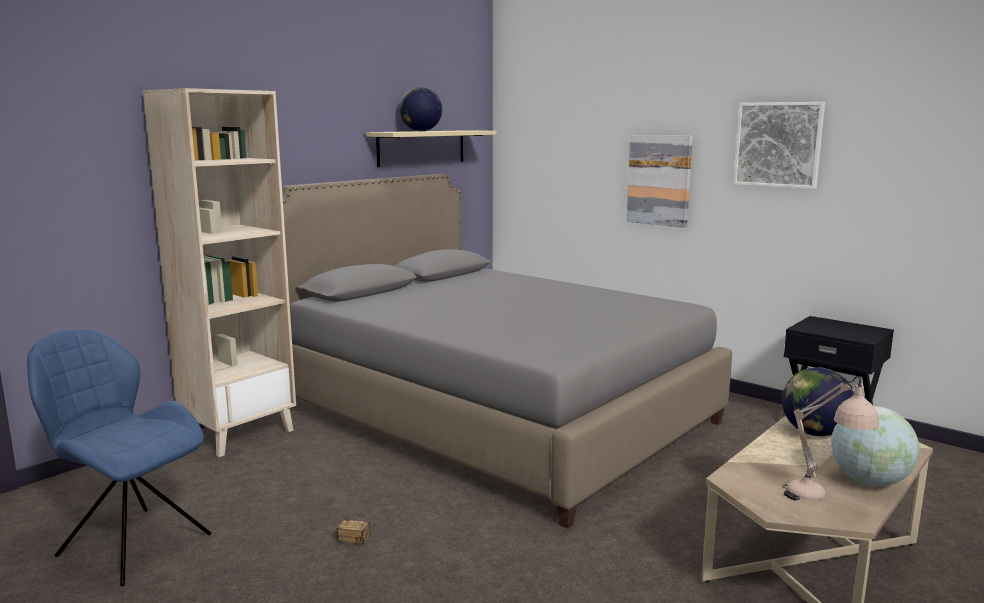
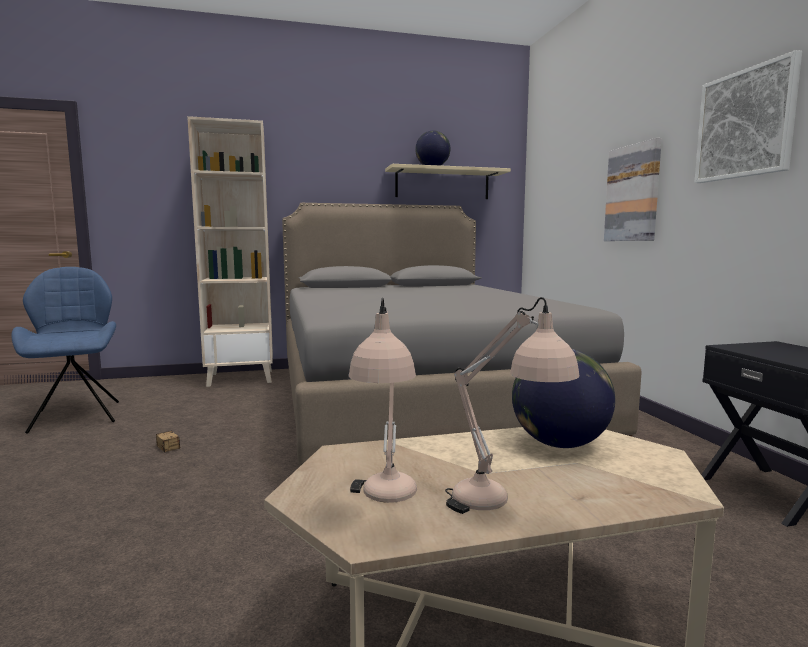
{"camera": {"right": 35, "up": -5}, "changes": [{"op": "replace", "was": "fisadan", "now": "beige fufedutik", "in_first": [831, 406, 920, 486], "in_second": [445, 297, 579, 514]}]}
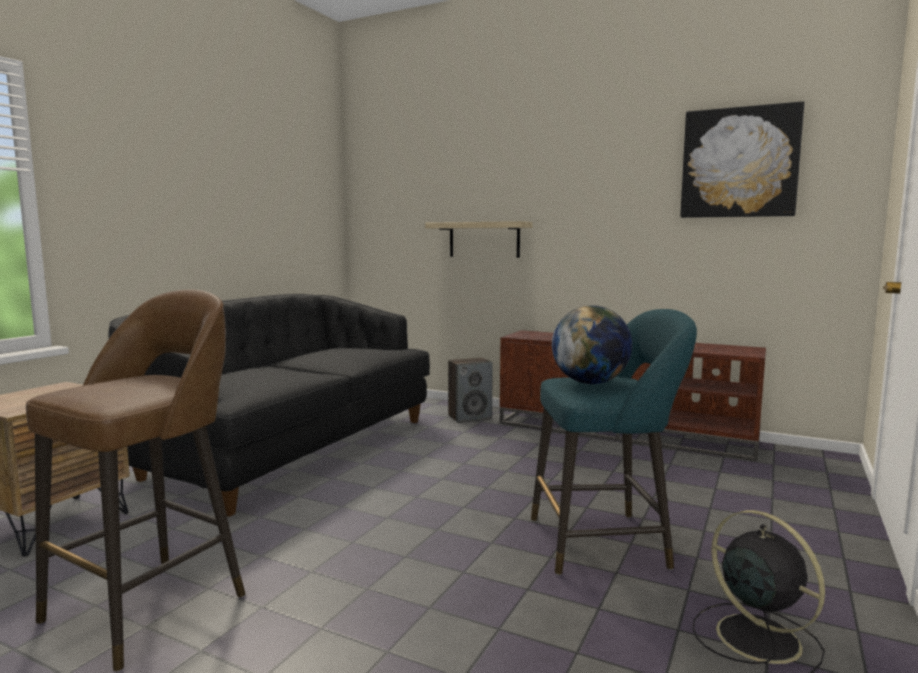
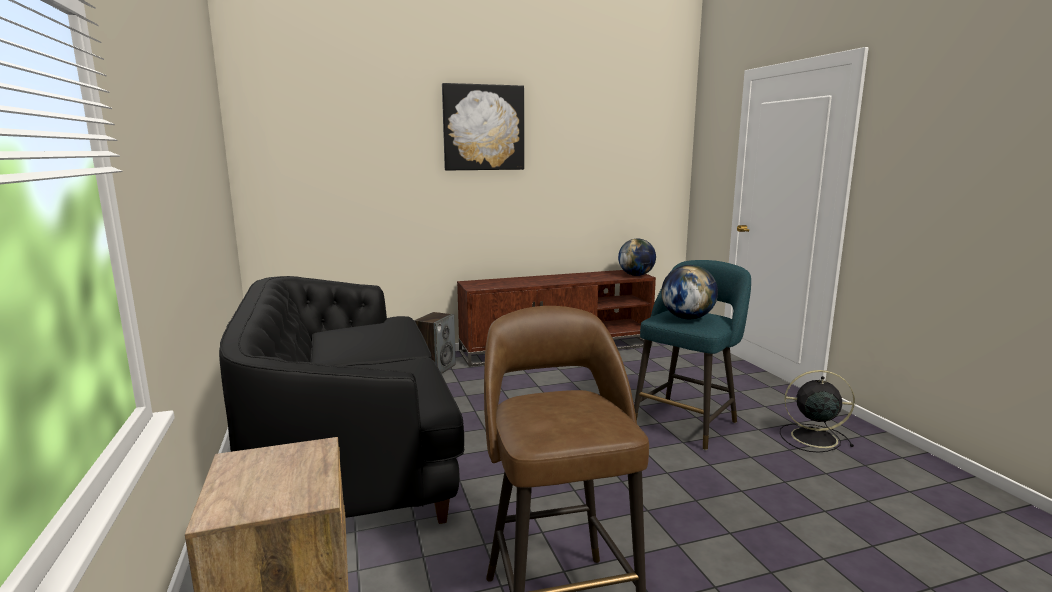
{"camera": {"right": -45, "up": 5}, "changes": [{"op": "move", "was": "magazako", "in_first": [680, 101, 804, 218], "in_second": [442, 83, 524, 170]}, {"op": "insert", "now": "fisadan", "in_second": [618, 239, 656, 276]}, {"op": "delete", "was": "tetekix", "in_first": [425, 221, 533, 258]}]}
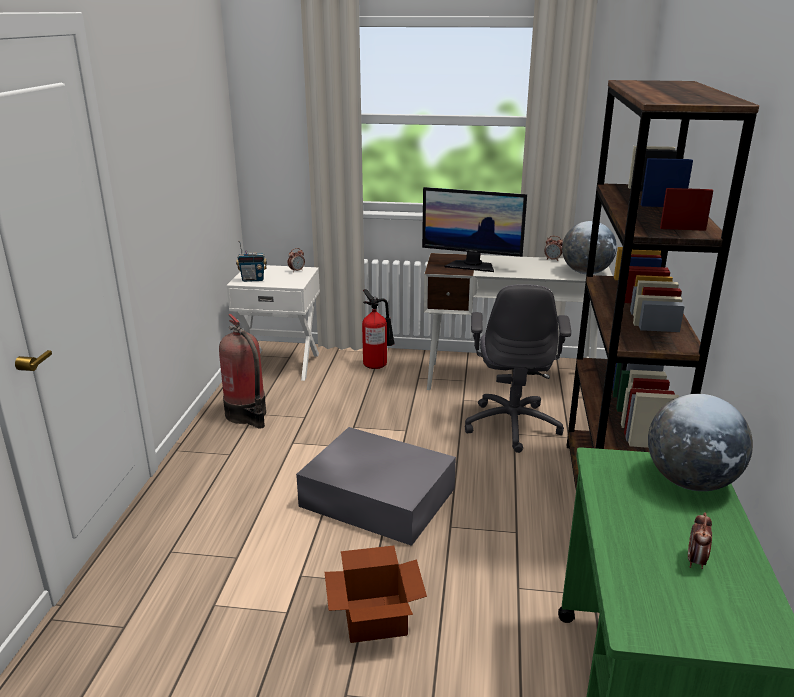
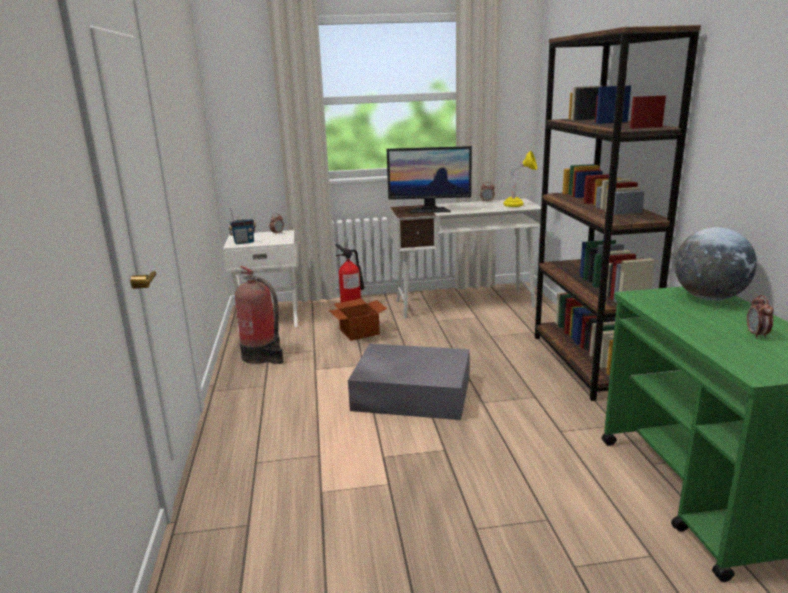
{"camera": {"right": -15, "up": -5}, "changes": [{"op": "move", "was": "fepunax", "in_first": [325, 545, 427, 643], "in_second": [329, 299, 388, 341]}, {"op": "replace", "was": "fisadan", "now": "yellow fufedutik", "in_first": [562, 221, 617, 274], "in_second": [503, 151, 537, 207]}, {"op": "delete", "was": "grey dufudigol", "in_first": [465, 284, 571, 453]}]}
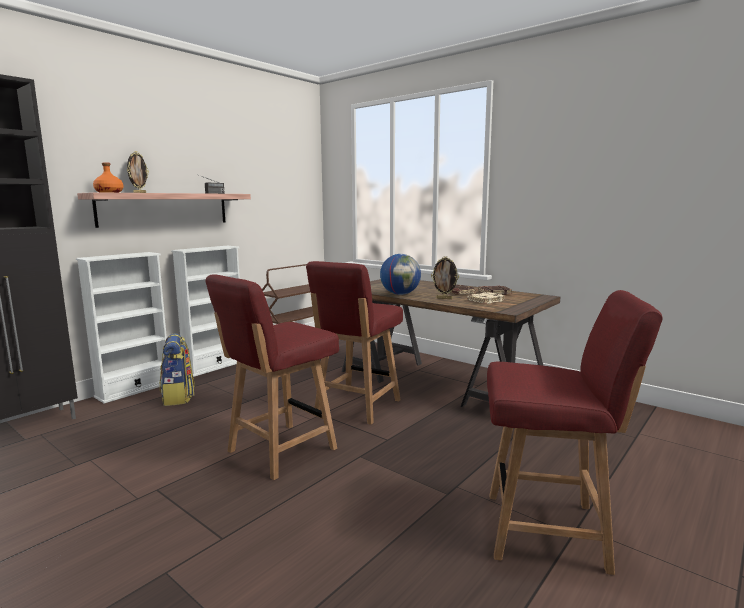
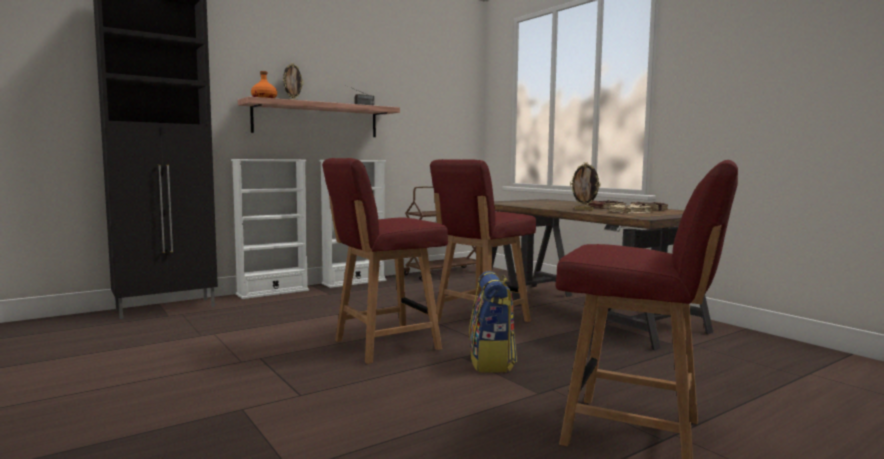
{"camera": {"right": 15, "up": -5}, "changes": [{"op": "move", "was": "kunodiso", "in_first": [160, 333, 195, 406], "in_second": [469, 271, 517, 372]}, {"op": "delete", "was": "fisadan", "in_first": [380, 254, 421, 295]}]}
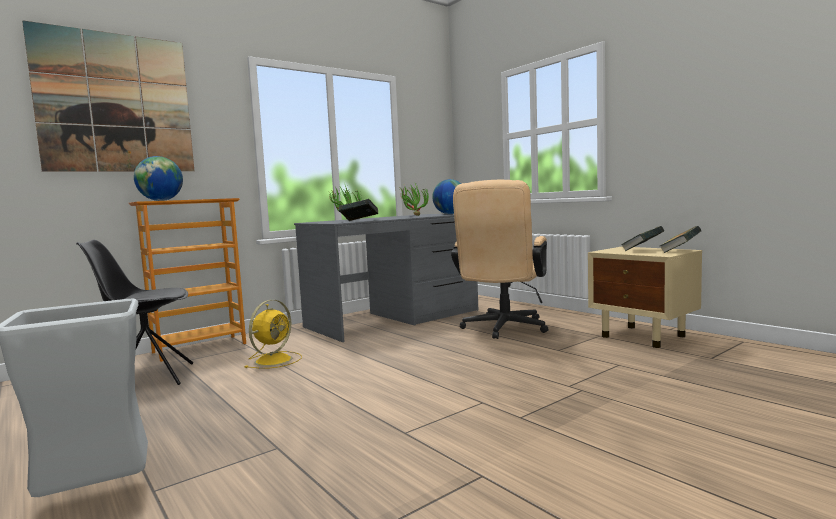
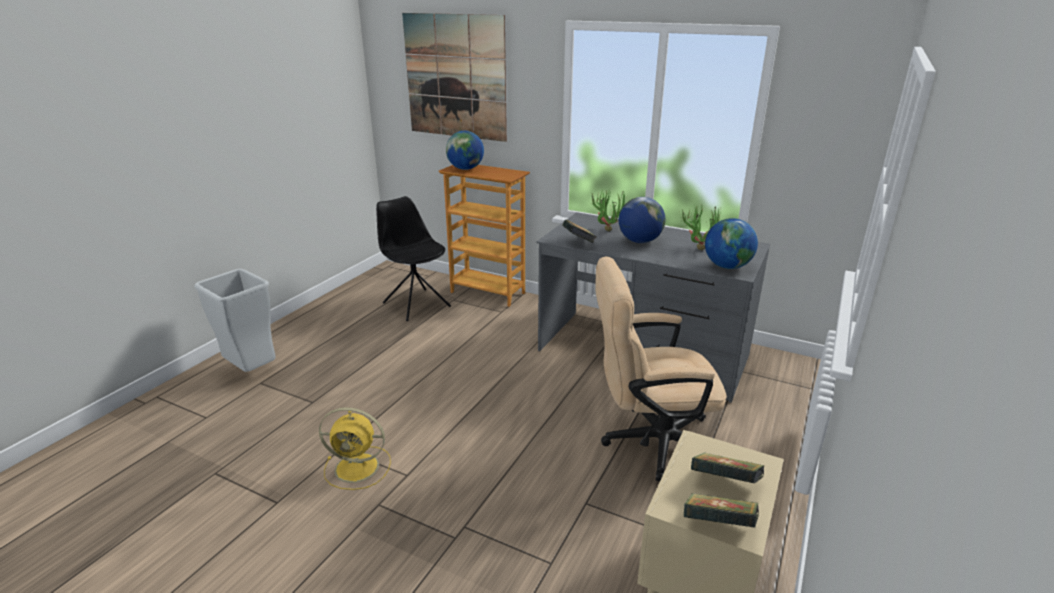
{"camera": {"right": 65, "up": 20}, "changes": [{"op": "move", "was": "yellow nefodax", "in_first": [245, 300, 302, 369], "in_second": [319, 407, 391, 490]}, {"op": "insert", "now": "fisadan", "in_second": [619, 197, 665, 243]}]}
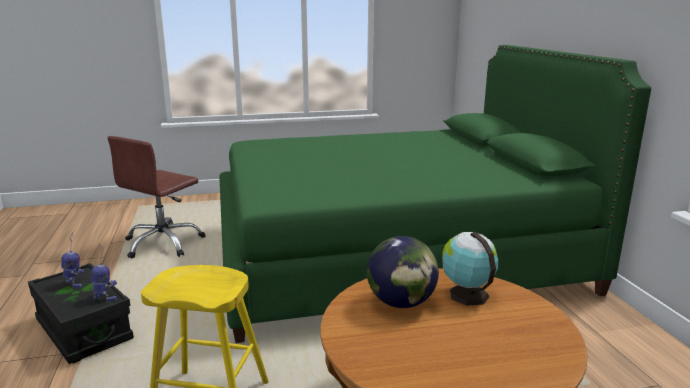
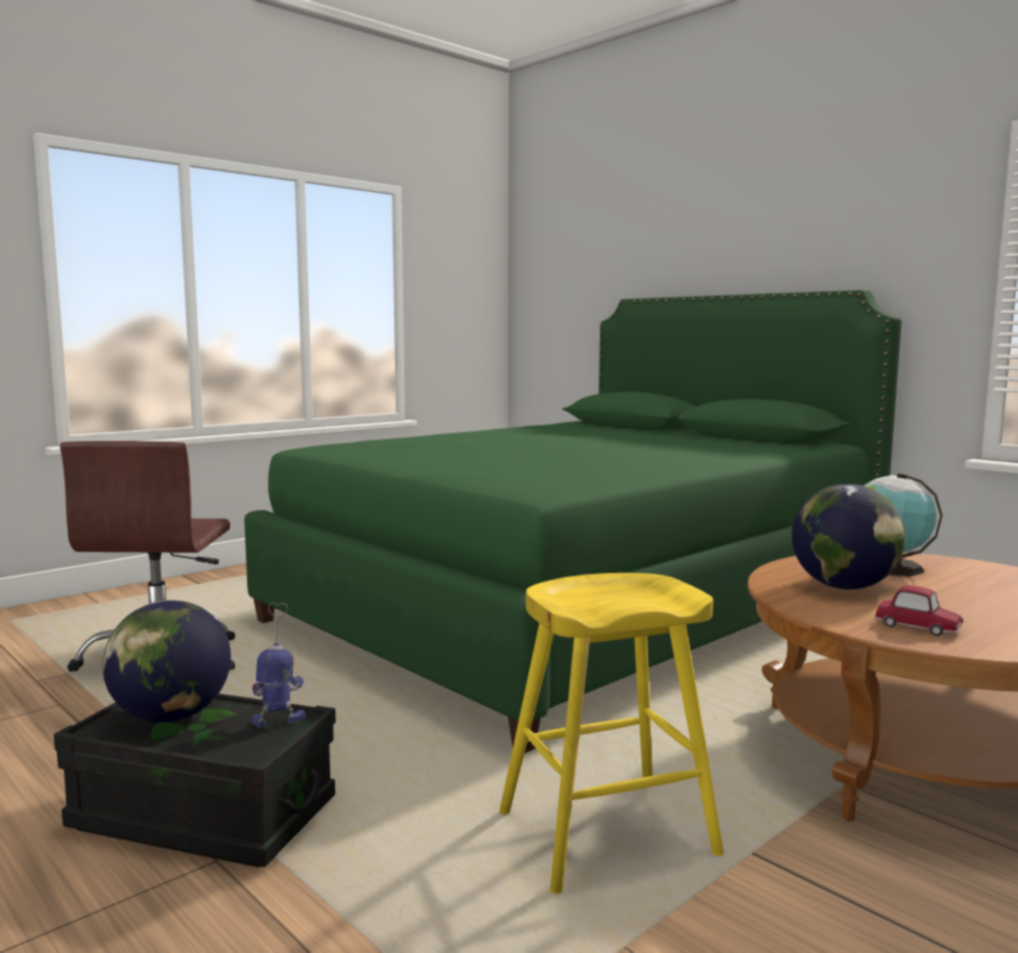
{"camera": {"right": -30, "up": -10}, "changes": [{"op": "replace", "was": "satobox", "now": "fisadan", "in_first": [61, 233, 84, 288], "in_second": [102, 600, 231, 723]}, {"op": "insert", "now": "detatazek", "in_second": [874, 585, 963, 636]}]}
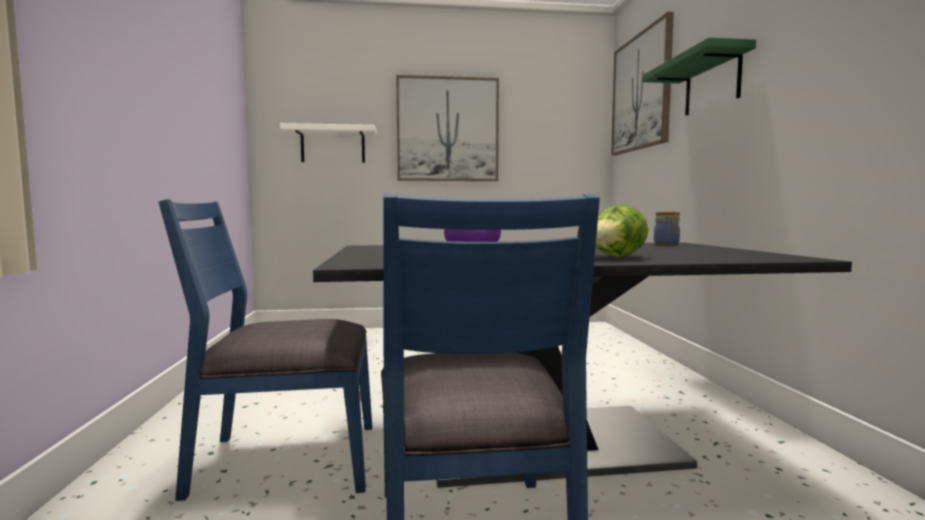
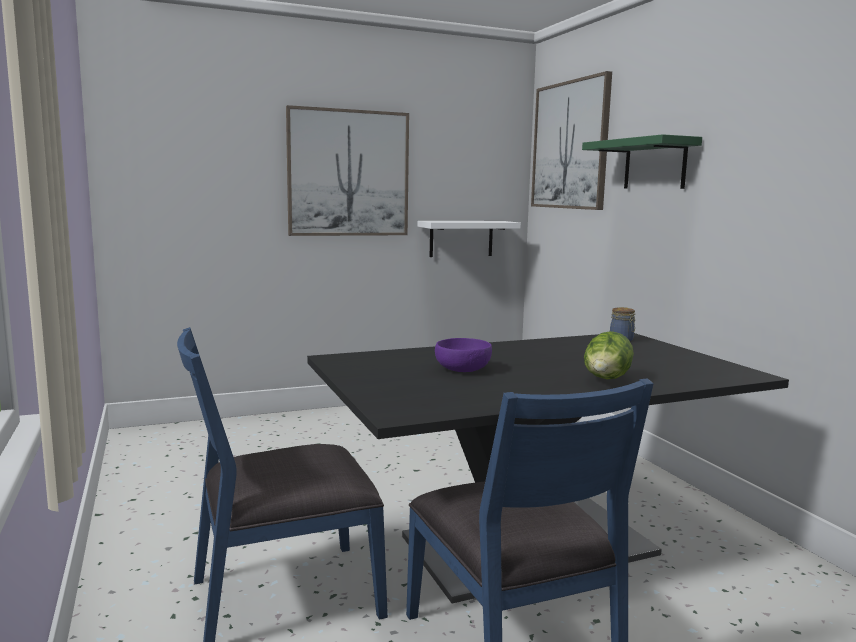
{"camera": {"right": -15, "up": 5}, "changes": [{"op": "move", "was": "white tetekix", "in_first": [280, 123, 377, 163], "in_second": [418, 221, 521, 257]}]}
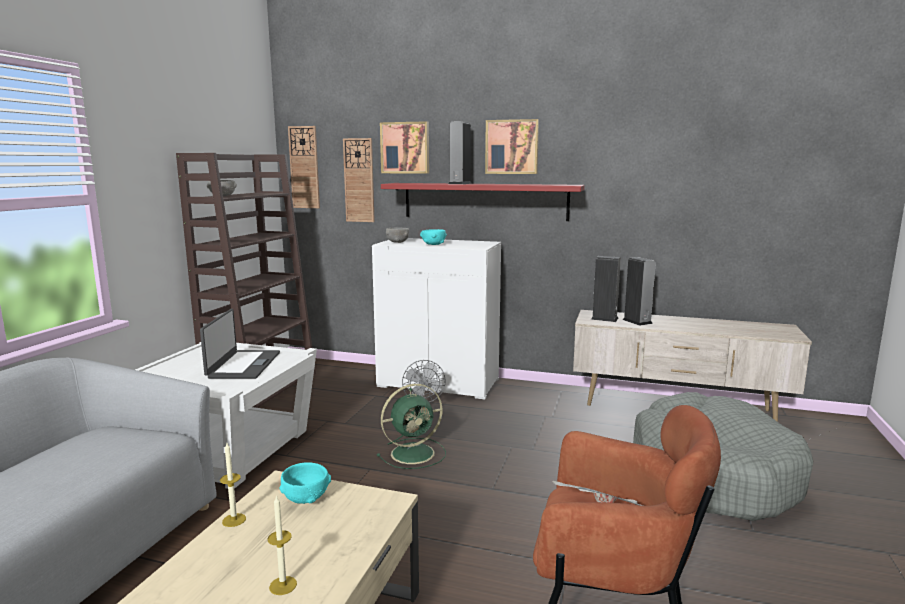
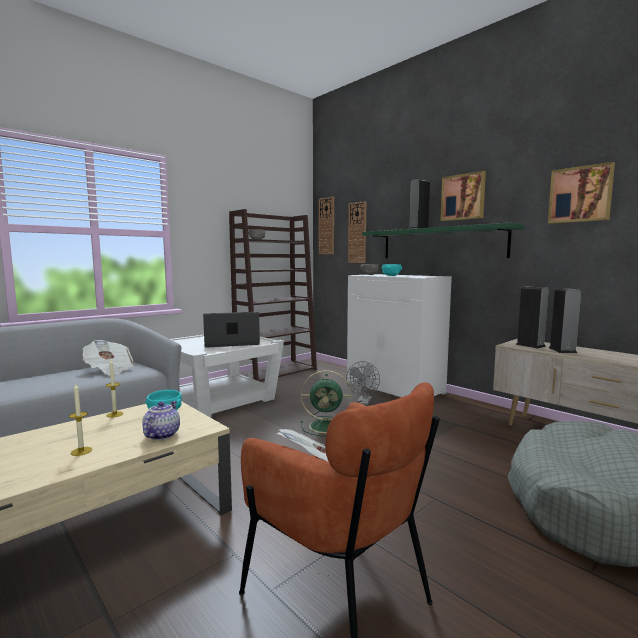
{"camera": {"right": 30, "up": -5}, "changes": [{"op": "insert", "now": "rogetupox", "in_second": [83, 340, 134, 375]}, {"op": "insert", "now": "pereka", "in_second": [142, 401, 180, 440]}, {"op": "rotate", "was": "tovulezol", "in_first": [200, 308, 280, 379], "in_second": [203, 312, 260, 348], "clockwise": -135}, {"op": "recolor", "was": "red tetekix", "now": "green tetekix", "in_first": [381, 183, 585, 221], "in_second": [362, 223, 524, 258]}, {"op": "move", "was": "magazako", "in_first": [380, 121, 429, 174], "in_second": [548, 162, 615, 224]}]}
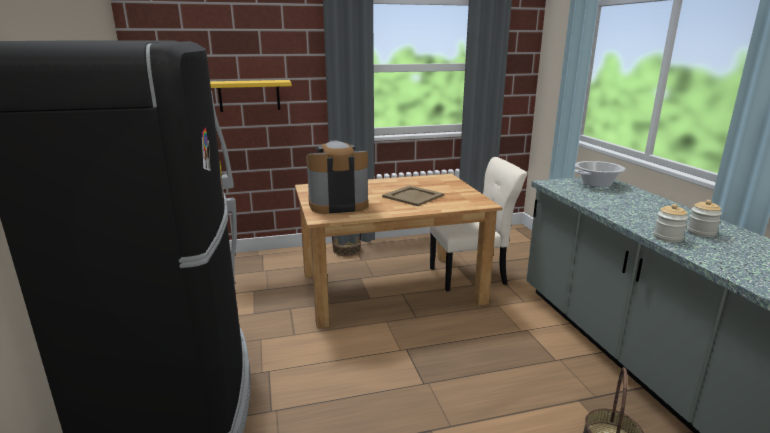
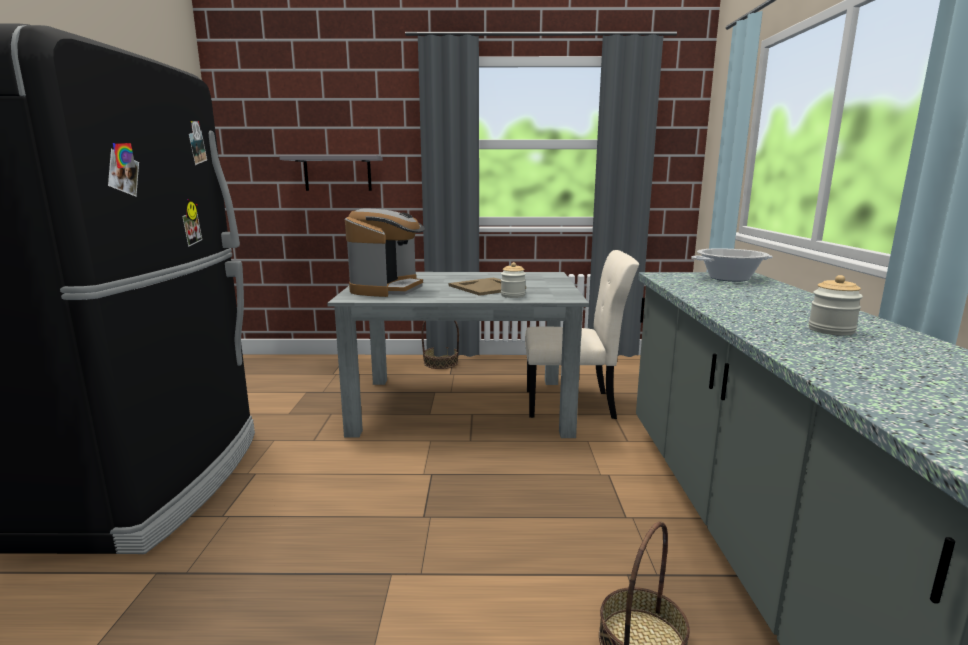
{"camera": {"right": 15, "up": -5}, "changes": [{"op": "recolor", "was": "yellow tetekix", "now": "grey tetekix", "in_first": [210, 80, 292, 112], "in_second": [279, 155, 383, 191]}, {"op": "recolor", "was": "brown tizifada", "now": "grey tizifada", "in_first": [295, 174, 503, 329], "in_second": [327, 272, 589, 438]}, {"op": "rotate", "was": "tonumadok", "in_first": [306, 140, 368, 214], "in_second": [345, 208, 425, 297], "clockwise": 105}, {"op": "move", "was": "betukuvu", "in_first": [654, 204, 688, 243], "in_second": [501, 262, 526, 298]}]}
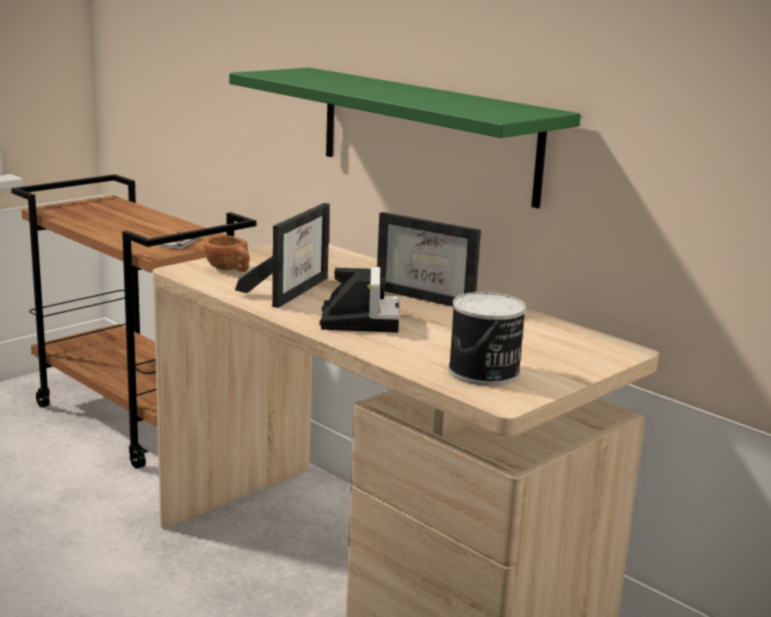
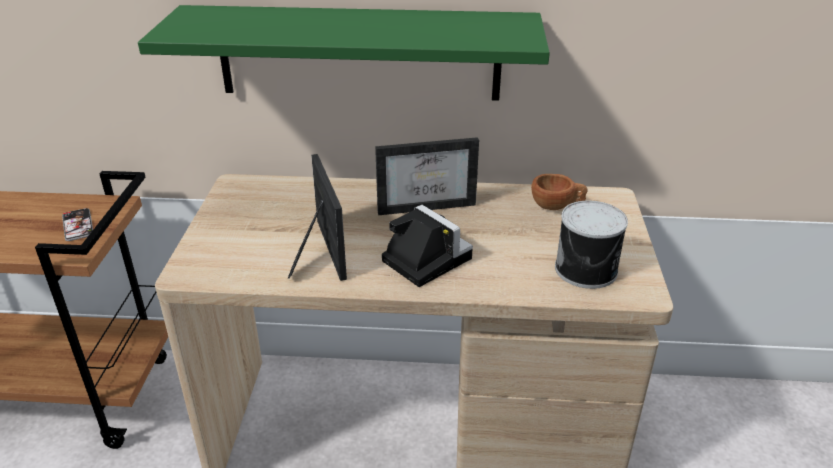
{"camera": {"right": -40, "up": 15}, "changes": [{"op": "move", "was": "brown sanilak", "in_first": [204, 236, 250, 272], "in_second": [531, 174, 588, 210]}]}
